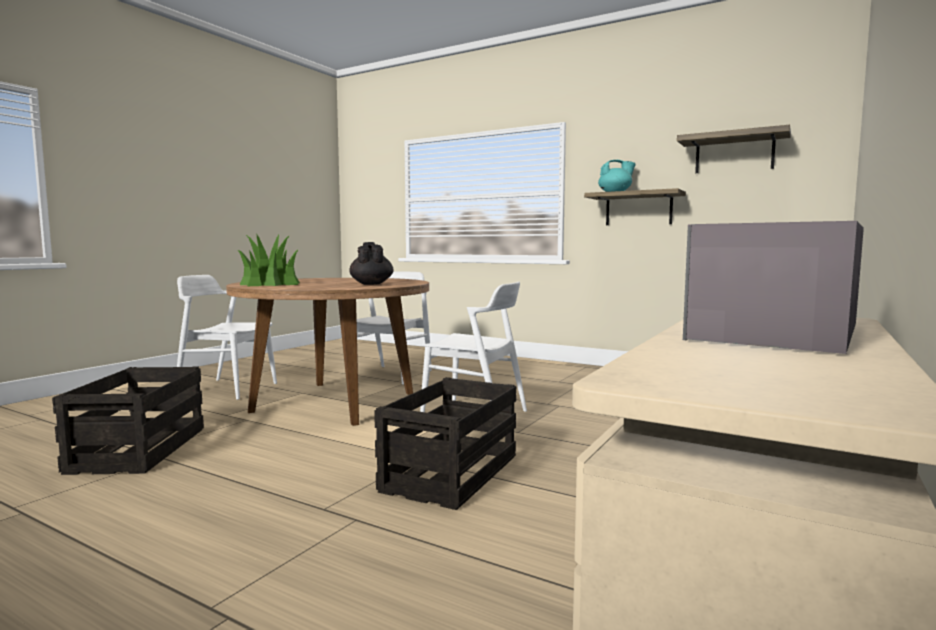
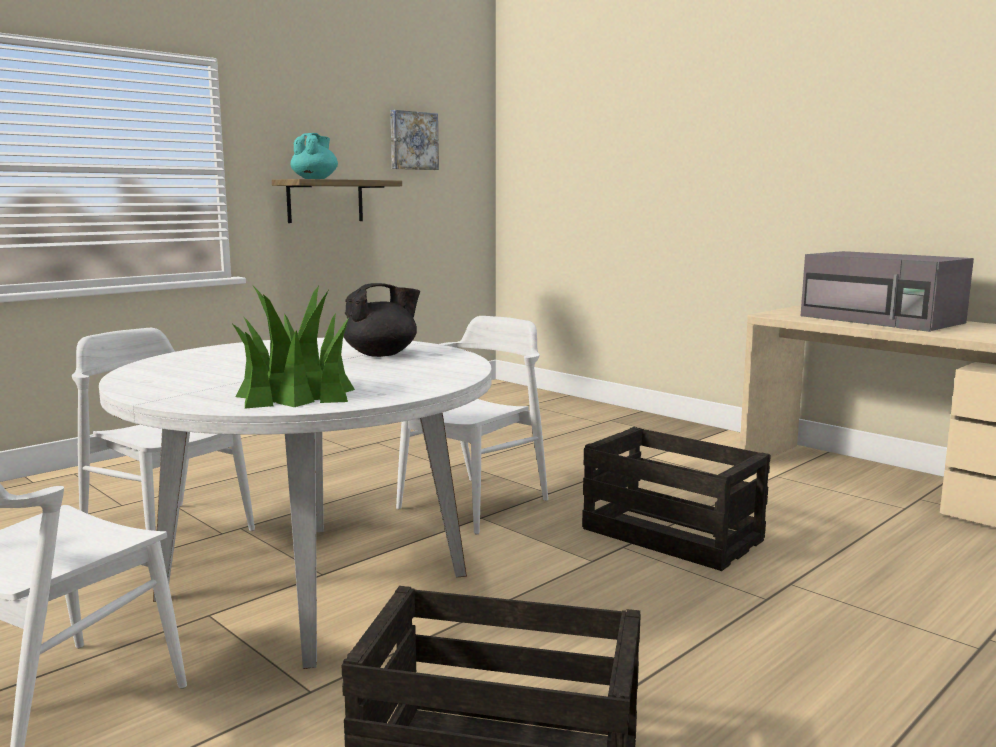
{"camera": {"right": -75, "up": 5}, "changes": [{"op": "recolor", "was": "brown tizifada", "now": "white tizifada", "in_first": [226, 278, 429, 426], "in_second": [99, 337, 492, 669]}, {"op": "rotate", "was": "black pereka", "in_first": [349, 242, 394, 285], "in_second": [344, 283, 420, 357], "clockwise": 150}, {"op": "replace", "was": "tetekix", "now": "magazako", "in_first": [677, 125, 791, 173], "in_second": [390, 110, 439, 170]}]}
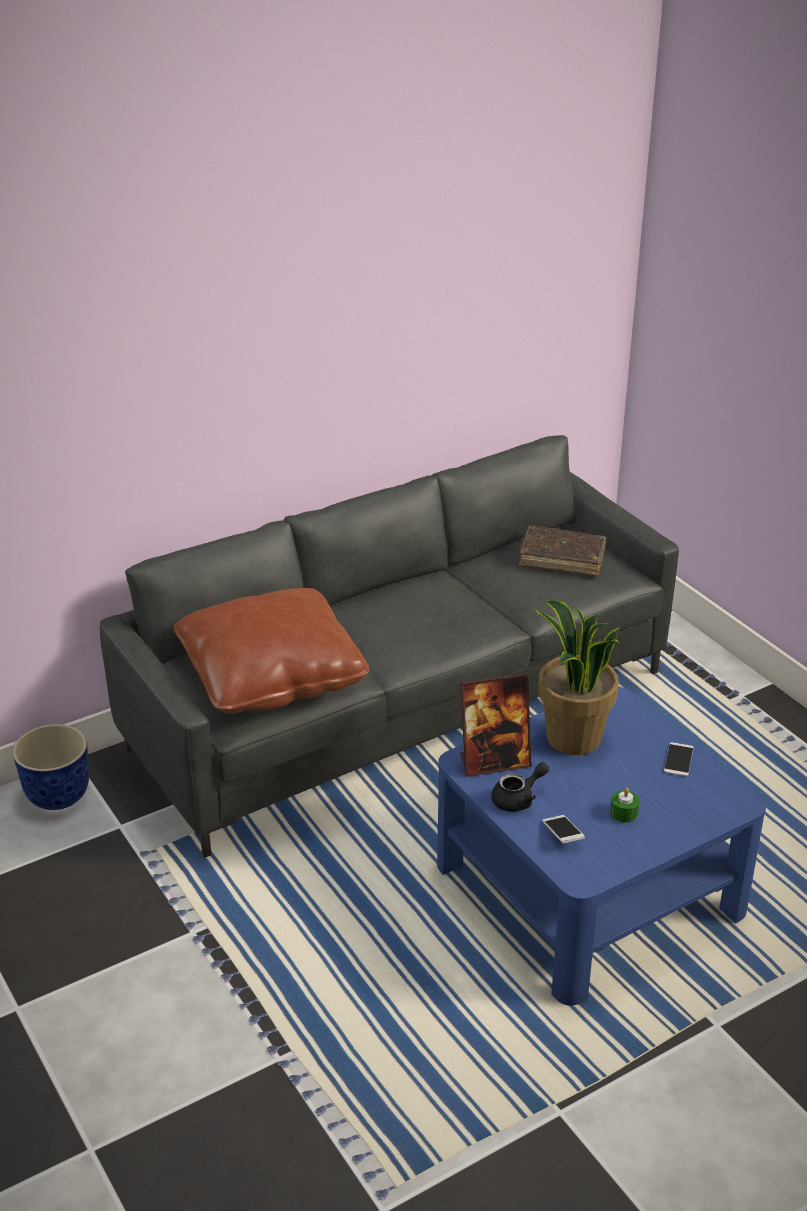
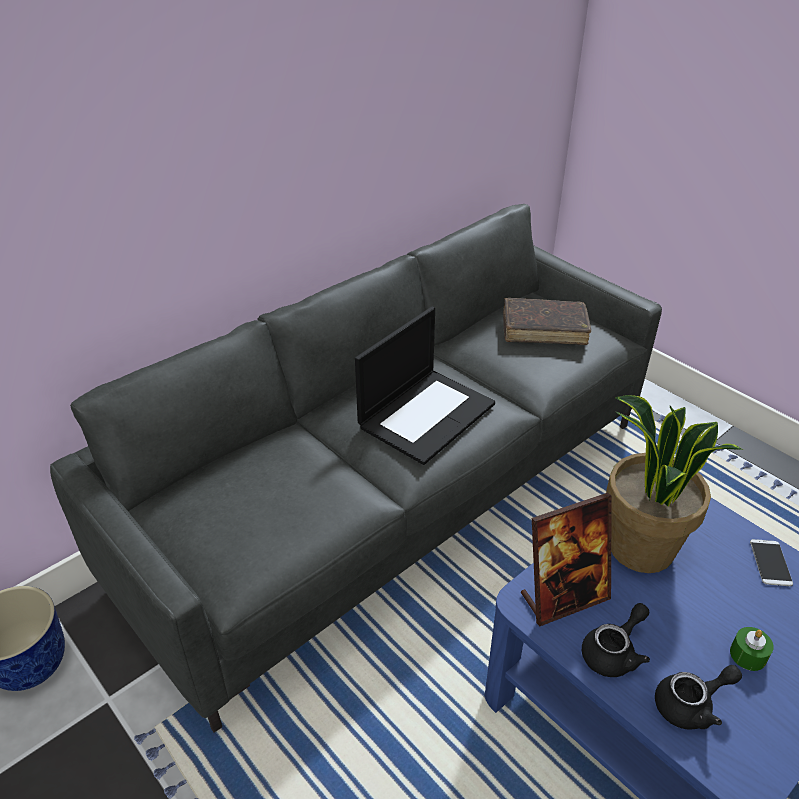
{"camera": {"right": -10, "up": 5}, "changes": [{"op": "insert", "now": "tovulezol", "in_second": [355, 307, 495, 465]}, {"op": "replace", "was": "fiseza", "now": "black pereka", "in_first": [542, 815, 584, 843], "in_second": [655, 665, 742, 730]}, {"op": "delete", "was": "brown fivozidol", "in_first": [173, 588, 370, 713]}]}
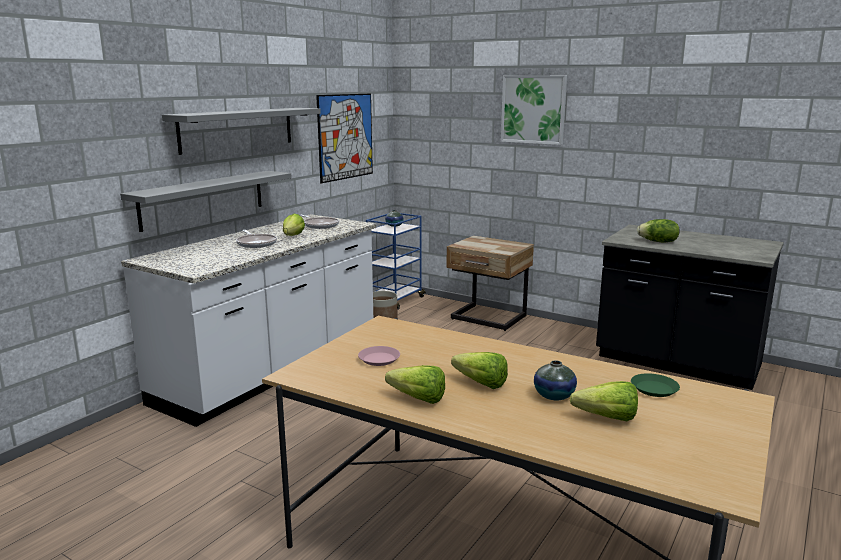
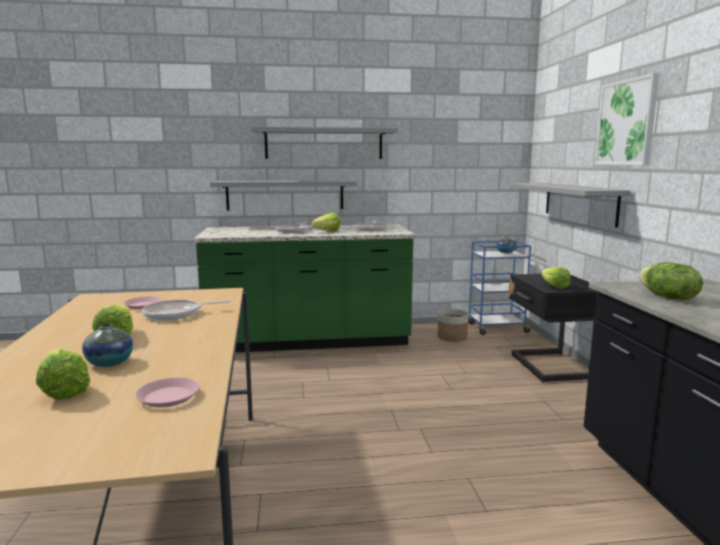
{"camera": {"right": 50, "up": -5}, "changes": [{"op": "recolor", "was": "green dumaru", "now": "pink dumaru", "in_first": [631, 373, 680, 397], "in_second": [135, 378, 199, 408]}, {"op": "insert", "now": "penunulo", "in_second": [142, 300, 230, 321]}, {"op": "recolor", "was": "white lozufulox", "now": "green lozufulox", "in_first": [121, 214, 376, 427], "in_second": [194, 224, 415, 352]}, {"op": "recolor", "was": "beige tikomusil", "now": "black tikomusil", "in_first": [446, 236, 534, 331], "in_second": [509, 274, 598, 383]}, {"op": "insert", "now": "grey tetekix", "in_second": [510, 183, 630, 227]}, {"op": "move", "was": "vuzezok", "in_first": [385, 365, 445, 404], "in_second": [541, 267, 570, 289]}, {"op": "delete", "was": "magazako", "in_first": [316, 93, 373, 183]}]}
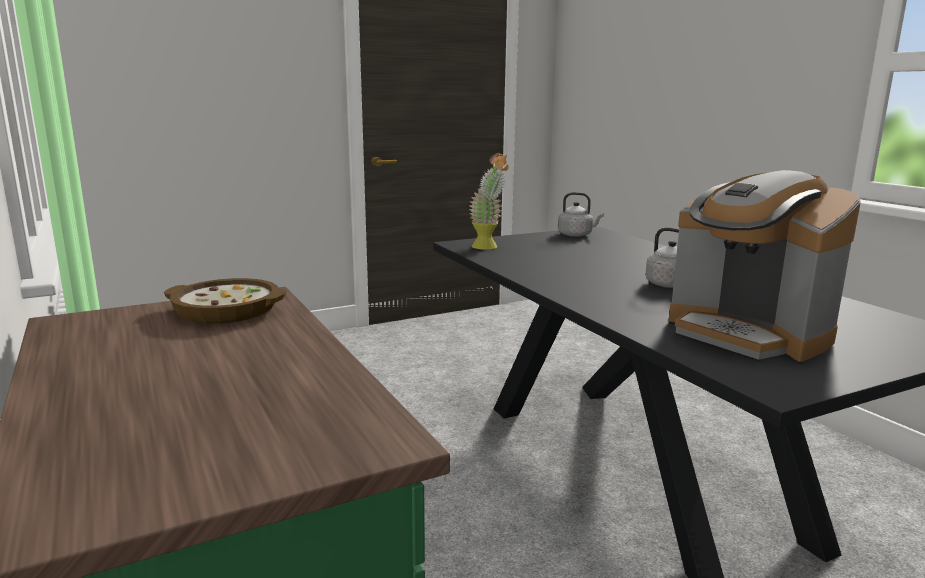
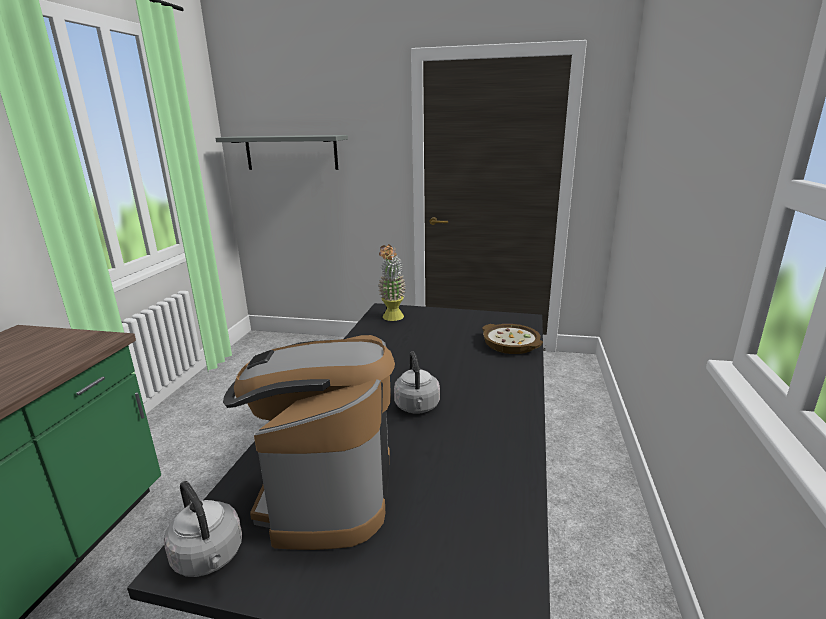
{"camera": {"right": 40, "up": 5}, "changes": [{"op": "move", "was": "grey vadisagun", "in_first": [558, 192, 604, 237], "in_second": [164, 481, 242, 577]}, {"op": "insert", "now": "grey tetekix", "in_second": [215, 135, 348, 170]}, {"op": "move", "was": "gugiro", "in_first": [164, 278, 287, 324], "in_second": [482, 324, 543, 354]}]}
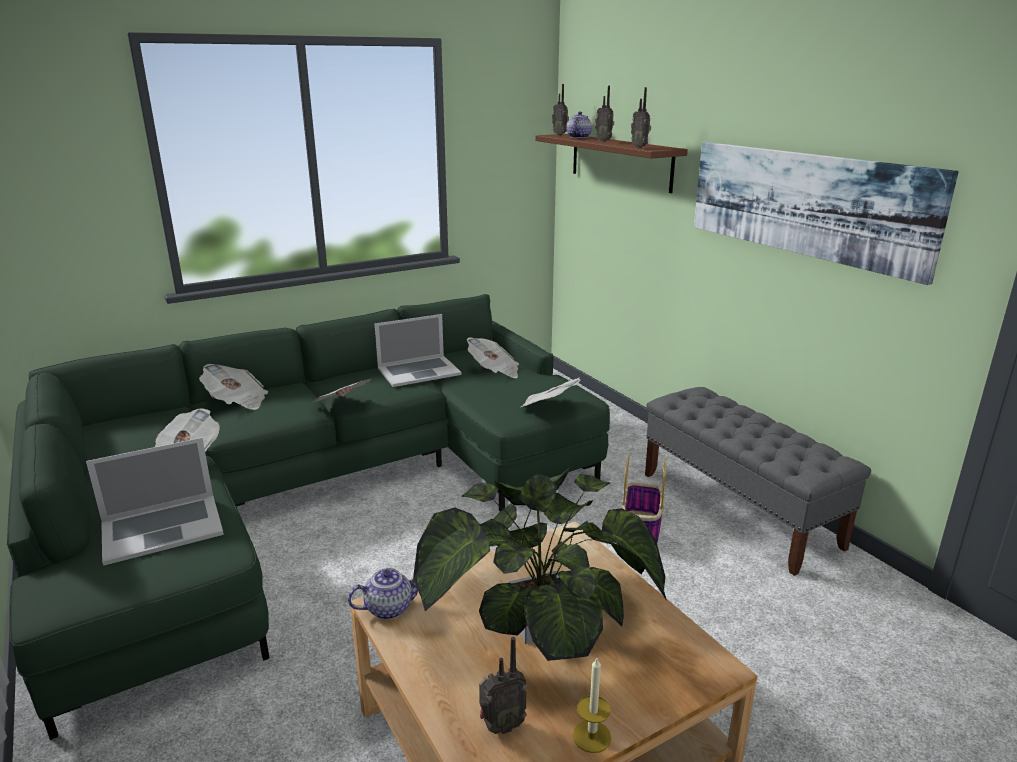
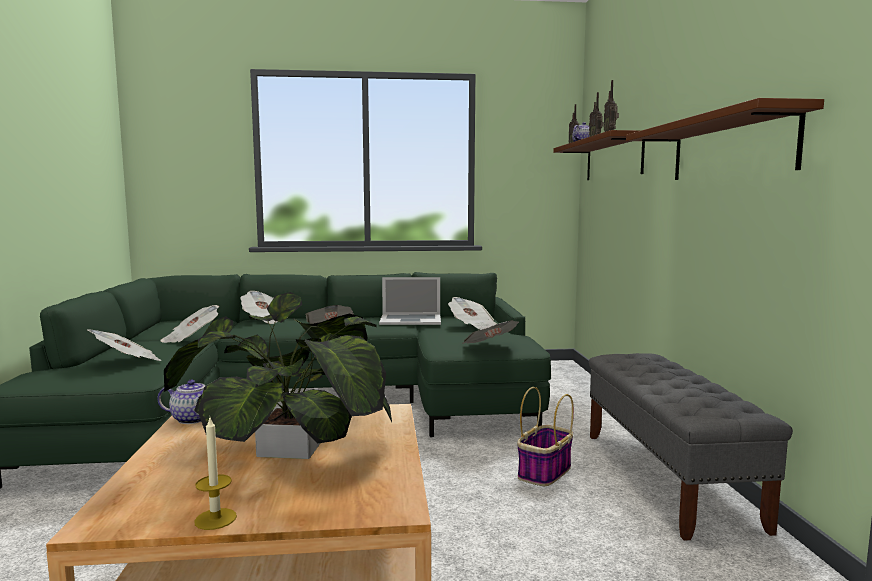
{"camera": {"right": 25, "up": -15}, "changes": [{"op": "replace", "was": "tovulezol", "now": "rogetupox", "in_first": [86, 438, 224, 566], "in_second": [87, 329, 162, 361]}, {"op": "replace", "was": "magazako", "now": "brown tetekix", "in_first": [694, 142, 959, 285], "in_second": [626, 98, 824, 180]}, {"op": "delete", "was": "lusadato", "in_first": [479, 637, 527, 734]}]}
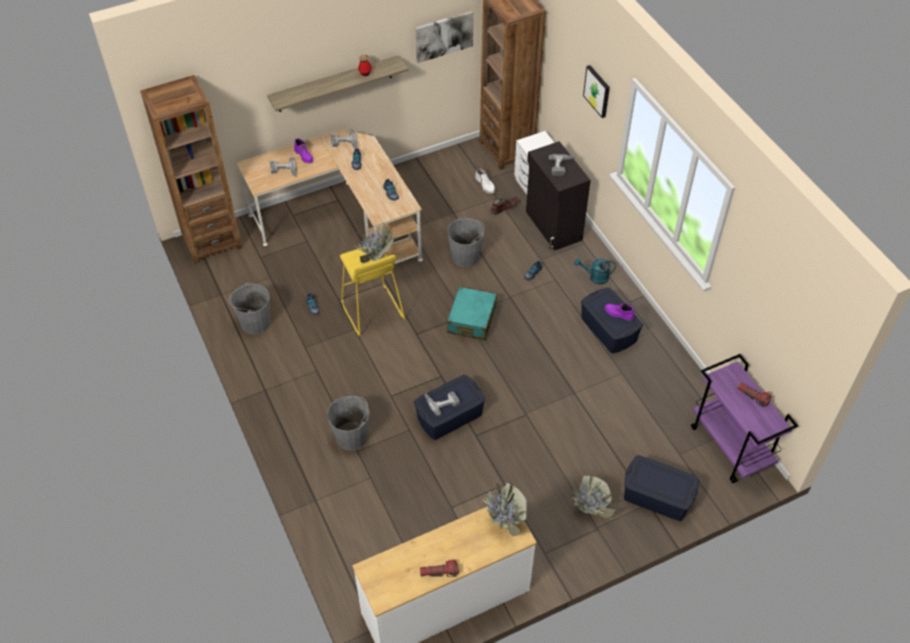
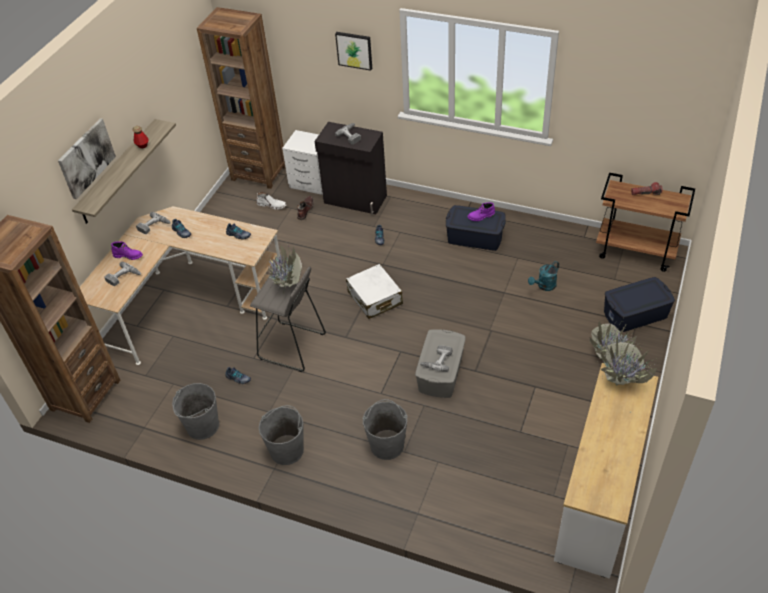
{"camera": {"right": -40, "up": -5}, "changes": [{"op": "move", "was": "magazako", "in_first": [415, 11, 474, 63], "in_second": [58, 118, 116, 199]}, {"op": "recolor", "was": "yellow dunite", "now": "grey dunite", "in_first": [340, 247, 405, 336], "in_second": [250, 266, 326, 372]}, {"op": "move", "was": "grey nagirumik", "in_first": [447, 218, 485, 267], "in_second": [259, 405, 304, 465]}, {"op": "recolor", "was": "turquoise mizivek", "now": "white mizivek", "in_first": [447, 287, 497, 340], "in_second": [346, 264, 403, 319]}, {"op": "recolor", "was": "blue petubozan", "now": "grey petubozan", "in_first": [414, 375, 485, 440], "in_second": [415, 329, 466, 398]}, {"op": "move", "was": "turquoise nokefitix", "in_first": [575, 258, 616, 284], "in_second": [528, 261, 559, 291]}, {"op": "recolor", "was": "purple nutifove", "now": "brown nutifove", "in_first": [691, 354, 798, 483], "in_second": [596, 173, 695, 272]}, {"op": "delete", "was": "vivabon", "in_first": [420, 560, 459, 577]}]}
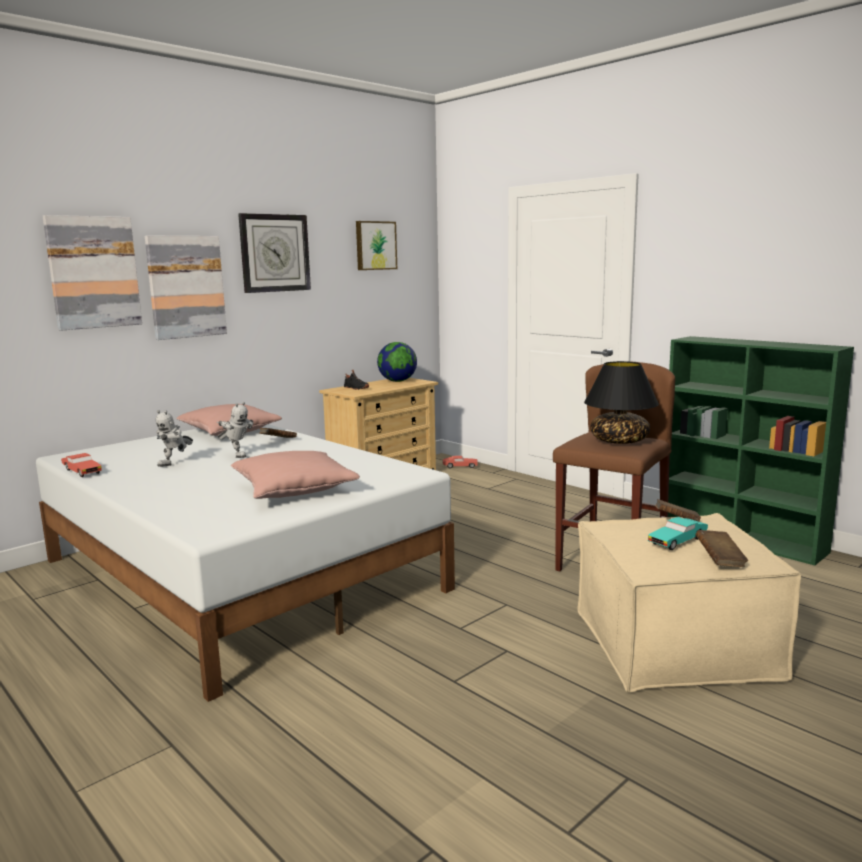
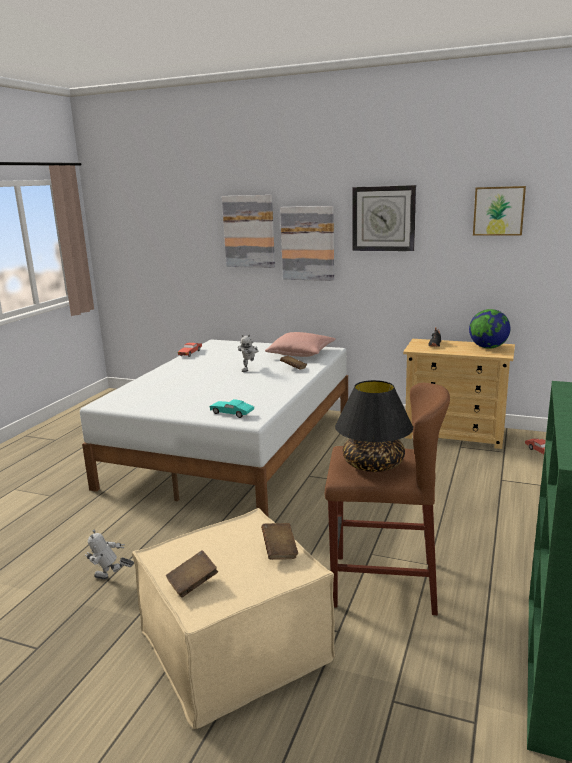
{"camera": {"right": 65, "up": 5}, "changes": [{"op": "move", "was": "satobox", "in_first": [156, 410, 193, 467], "in_second": [85, 530, 134, 579]}, {"op": "move", "was": "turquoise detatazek", "in_first": [648, 517, 708, 550], "in_second": [210, 399, 254, 418]}, {"op": "delete", "was": "pink fivozidol", "in_first": [231, 451, 360, 499]}]}
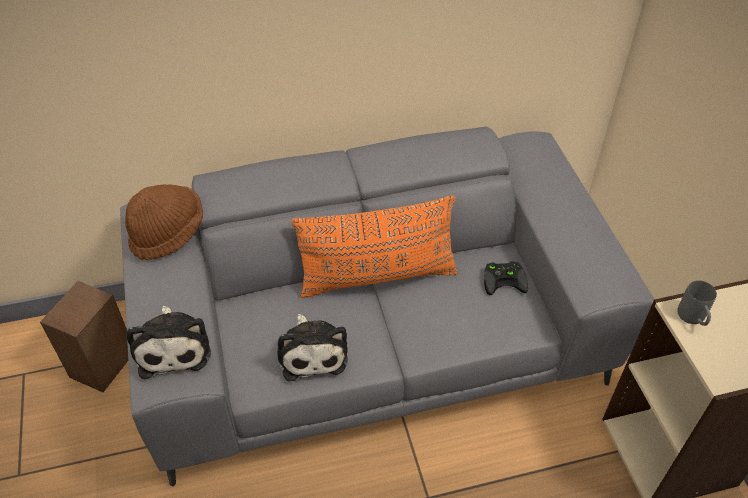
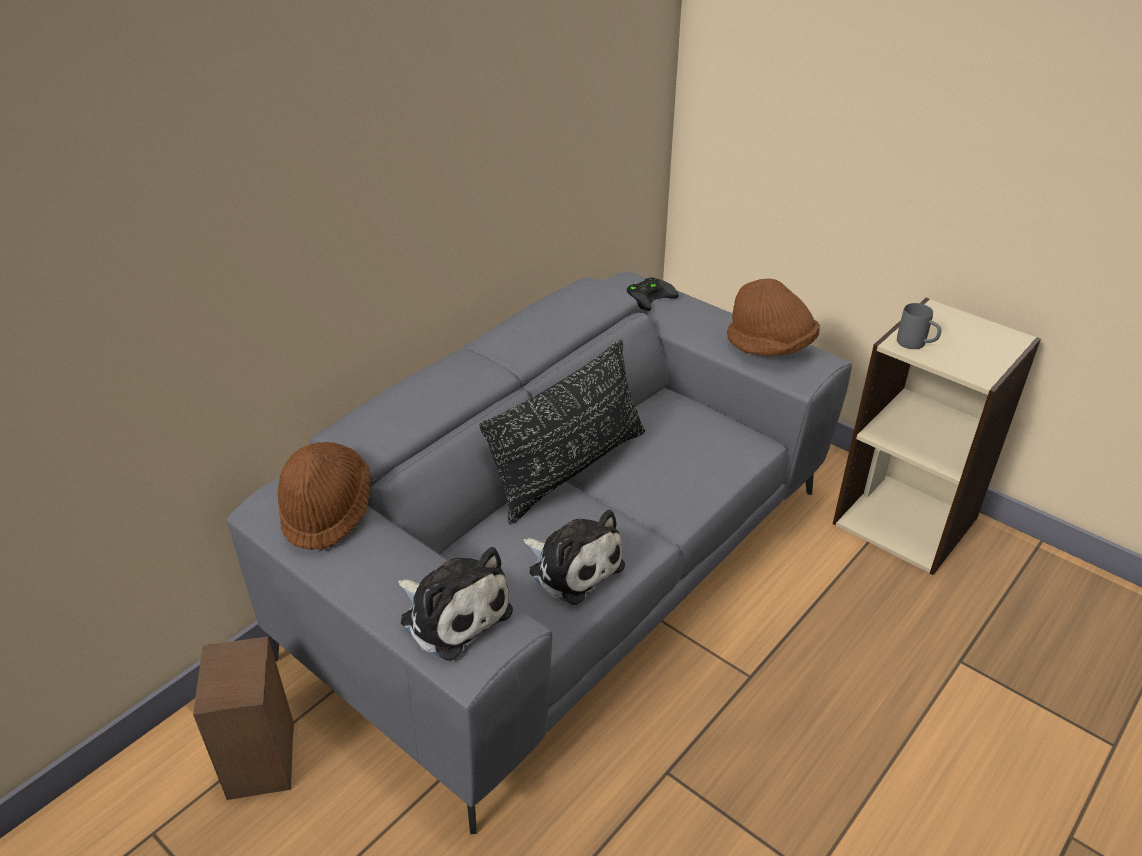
{"camera": {"right": -35, "up": -10}, "changes": [{"op": "recolor", "was": "orange fivozidol", "now": "black fivozidol", "in_first": [291, 196, 458, 298], "in_second": [479, 339, 645, 524]}, {"op": "move", "was": "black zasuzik", "in_first": [484, 261, 528, 295], "in_second": [627, 277, 679, 311]}, {"op": "insert", "now": "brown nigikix", "in_second": [727, 278, 820, 356]}]}
